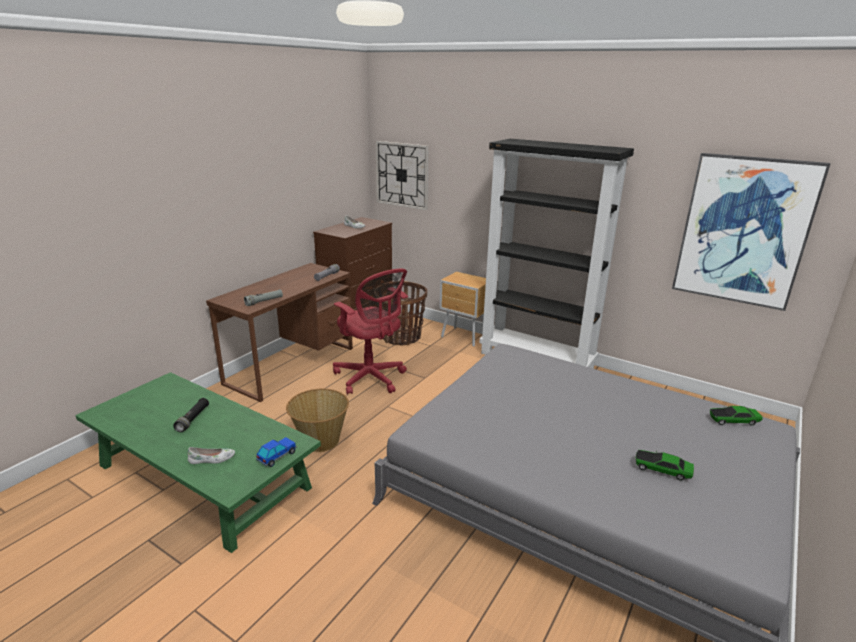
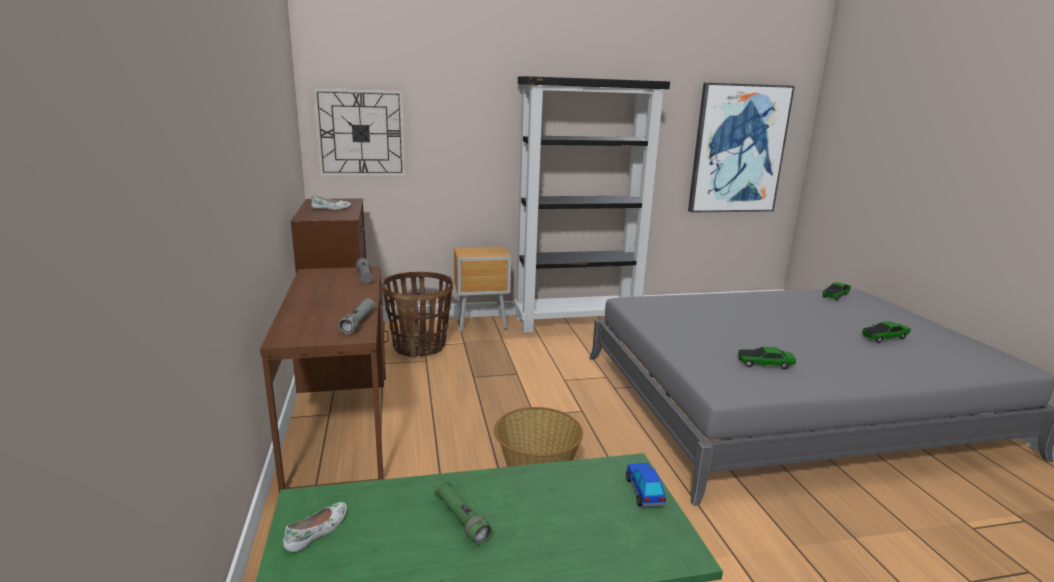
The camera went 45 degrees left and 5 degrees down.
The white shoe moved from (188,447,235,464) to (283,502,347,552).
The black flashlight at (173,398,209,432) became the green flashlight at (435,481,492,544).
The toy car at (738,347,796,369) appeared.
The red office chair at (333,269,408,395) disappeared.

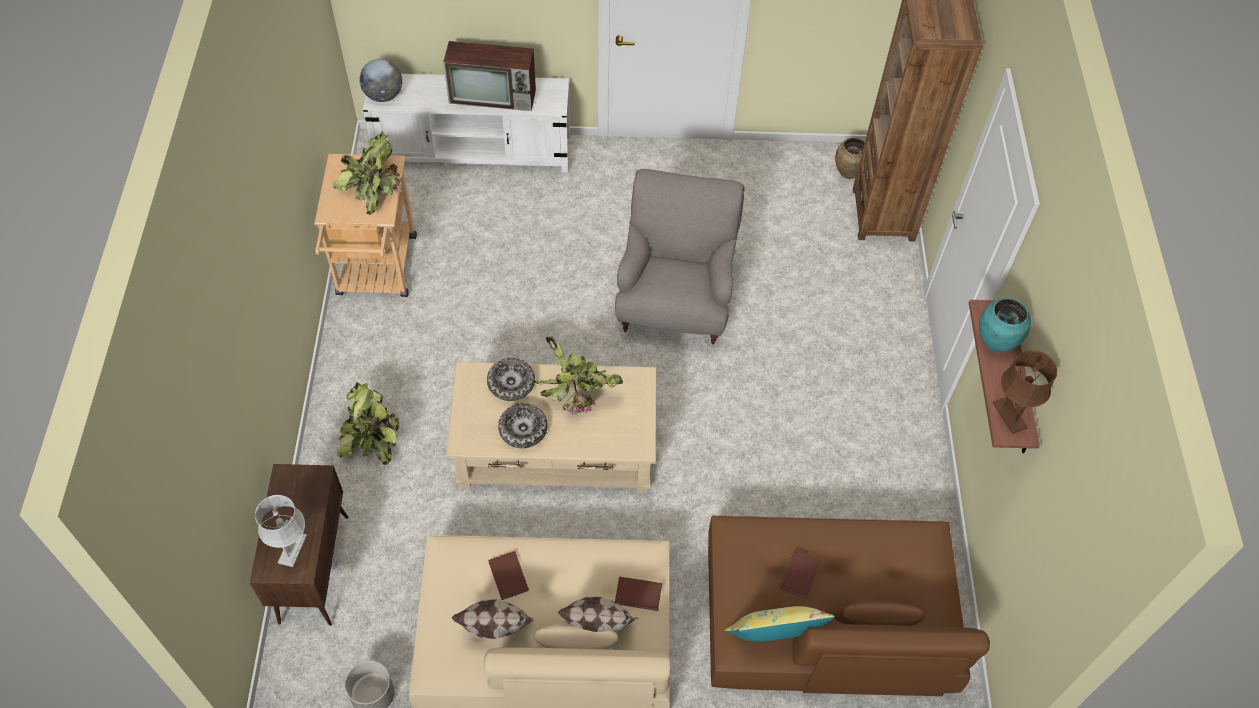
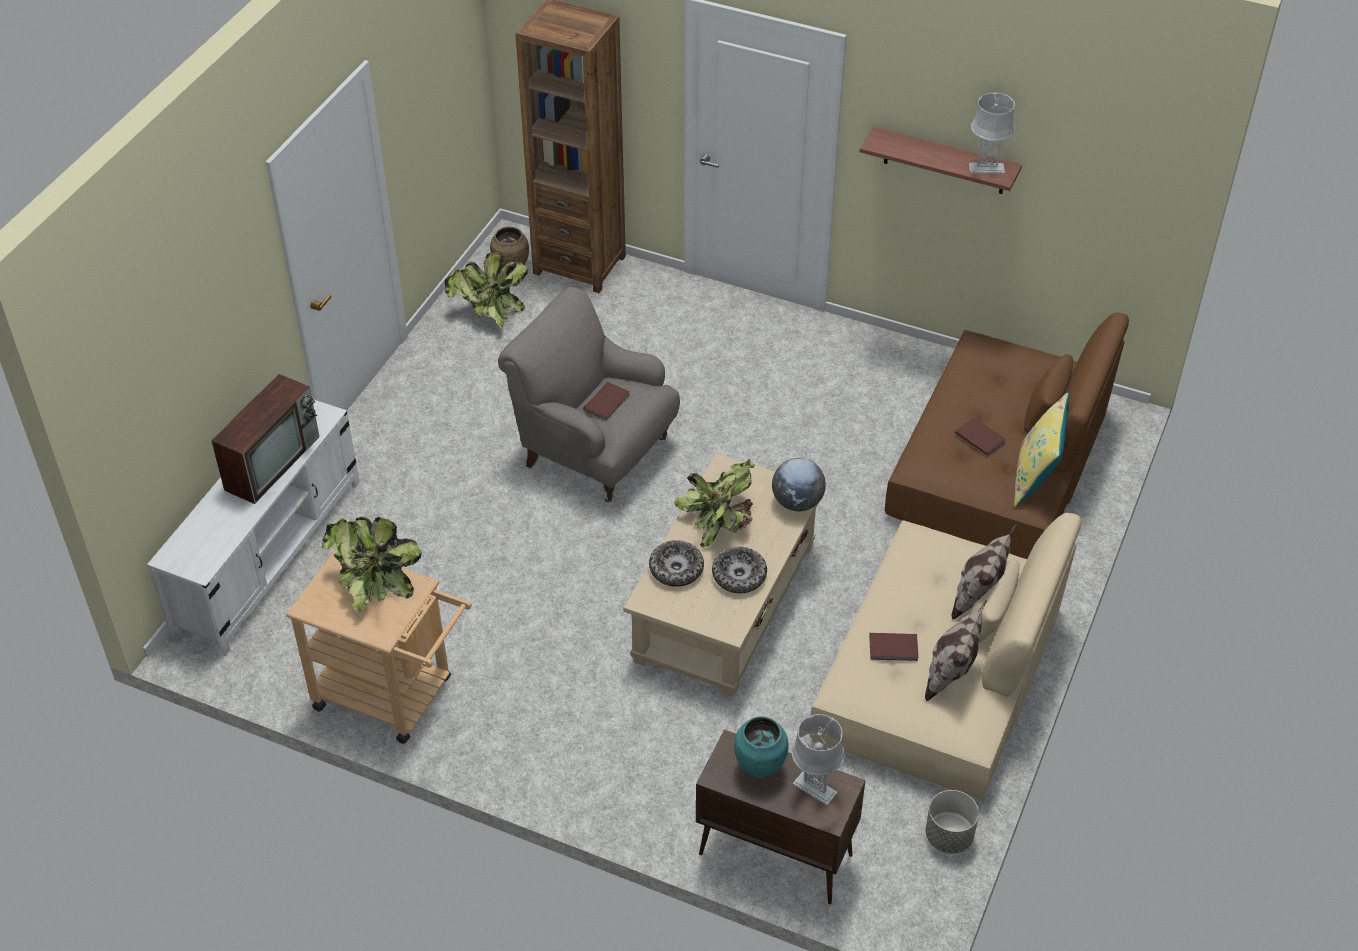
The camera went 65 degrees left and 10 degrees down.
The potted plant moved from (337,382,400,465) to (445,252,528,328).
The brown book moved from (615,576,662,611) to (583,382,630,420).
The turquoise vase moved from (979,297,1031,352) to (734,716,789,778).
The globe moved from (360,59,402,102) to (772,458,826,511).
The brown table lamp at (992,350,1057,434) became the grey table lamp at (969,93,1015,174).

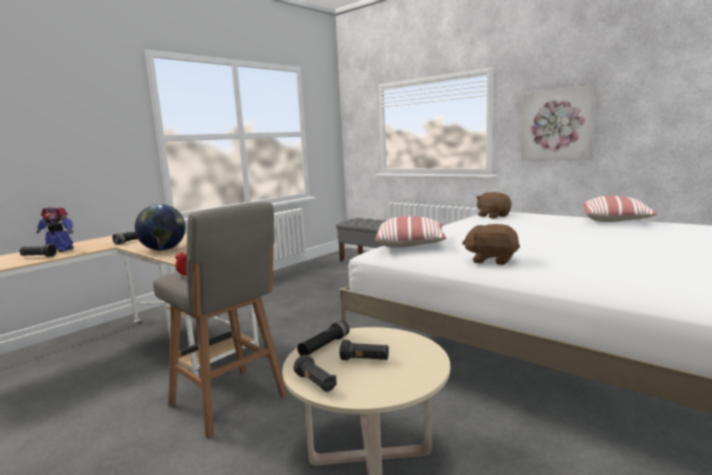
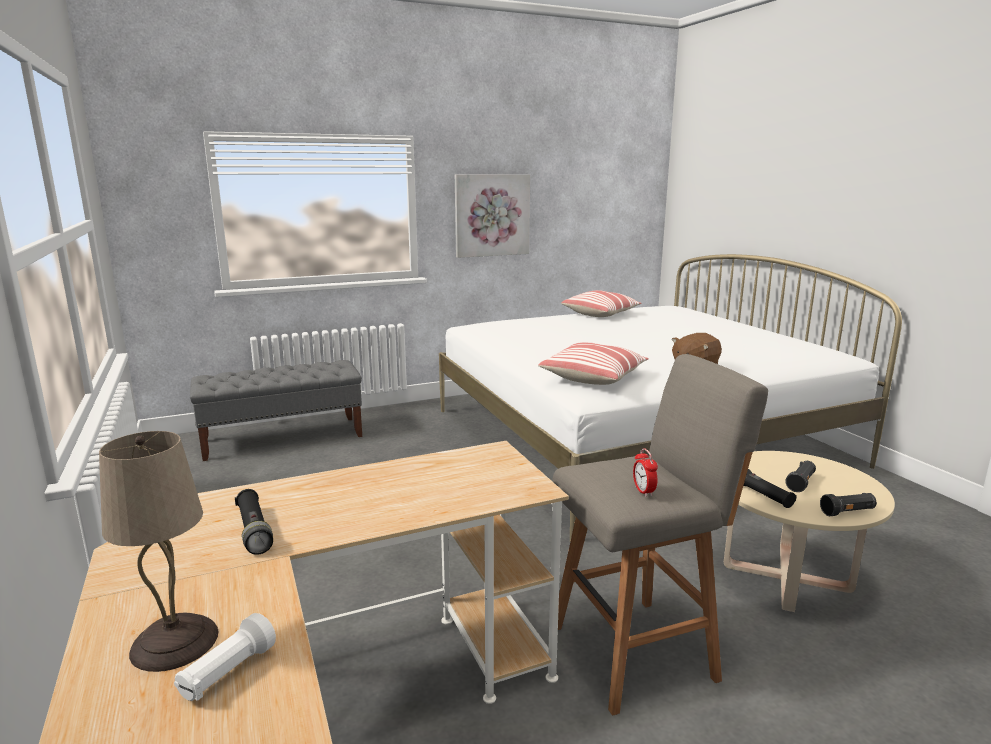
The camera went 65 degrees left and 5 degrees up.
The toy robot at (36,207,73,252) was replaced by the beige table lamp at (99,431,218,672).
The black flashlight at (19,244,57,257) became the white flashlight at (174,613,276,701).
The globe at (135,204,186,251) disappeared.
The brown plush toy at (476,192,511,218) disappeared.

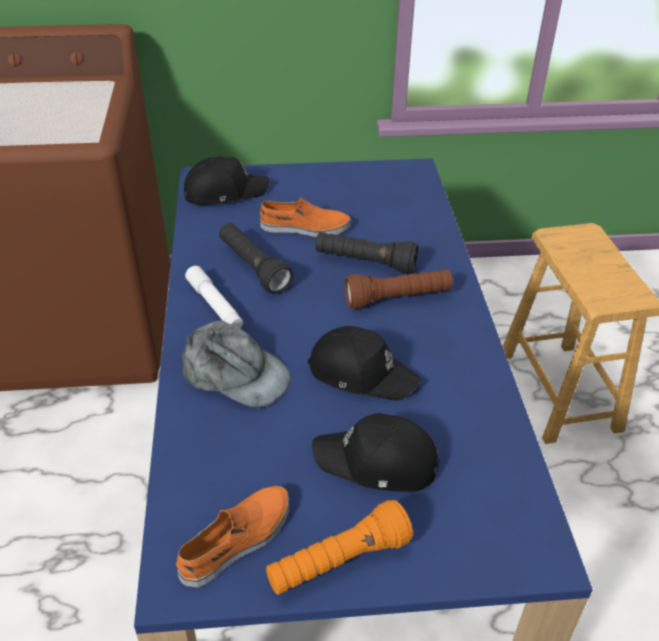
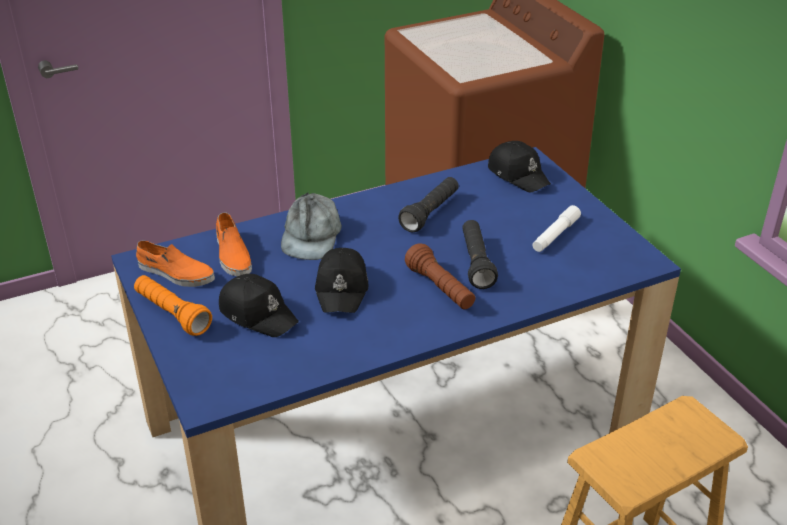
The camera went 70 degrees right and 5 degrees down.
The orange shoe moved from (260,197,351,237) to (216,212,252,276).
The black cap at (312,413,440,492) turned 135 degrees clockwise.
The white flashlight moved from (185,266,243,328) to (532,205,581,252).

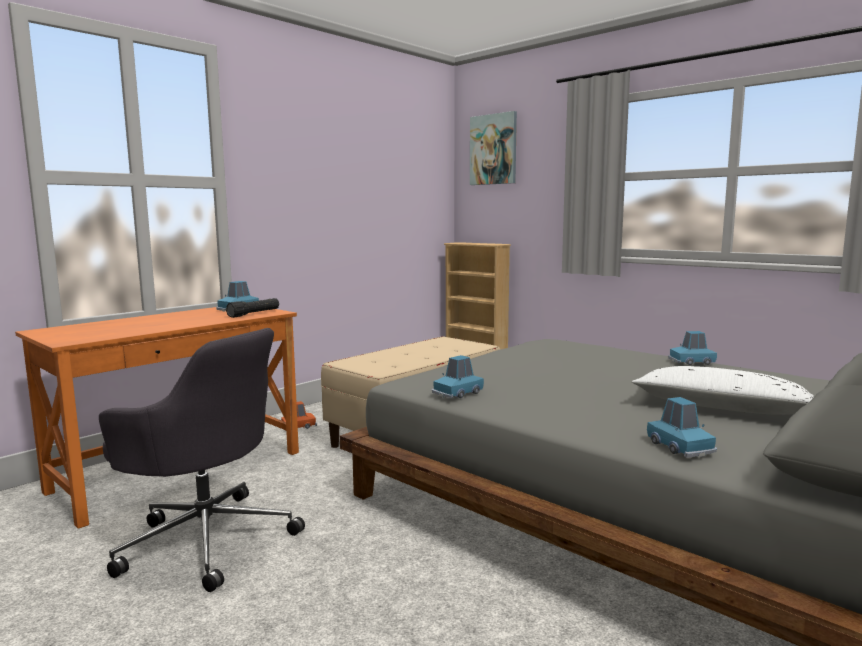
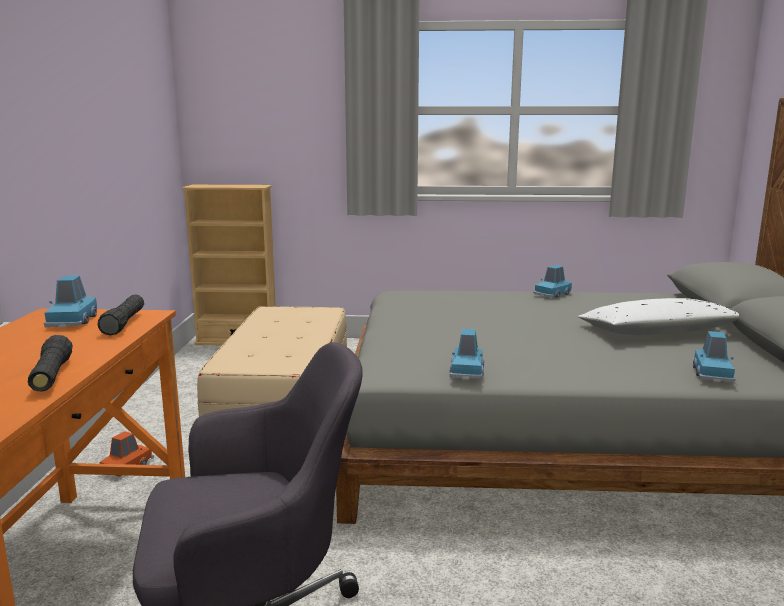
The camera went 40 degrees left and 5 degrees up.
The black flashlight at (28,335,73,391) appeared.
The blue toy car at (647,397,717,458) turned 75 degrees clockwise.
The picture at (470,111,517,185) disappeared.

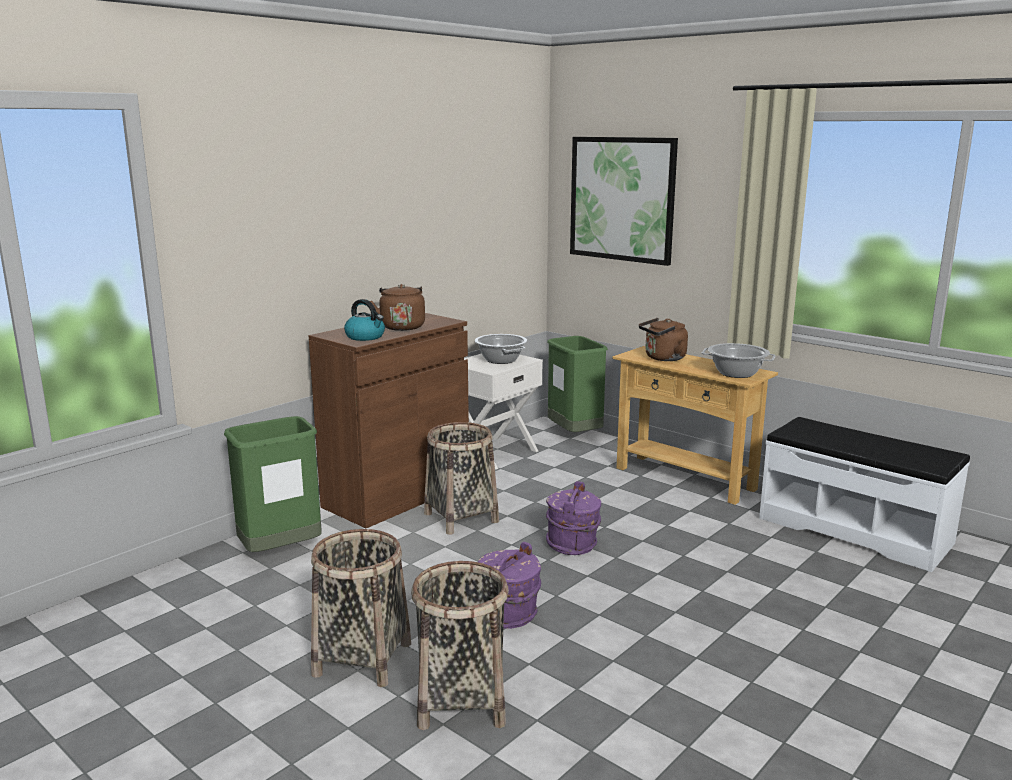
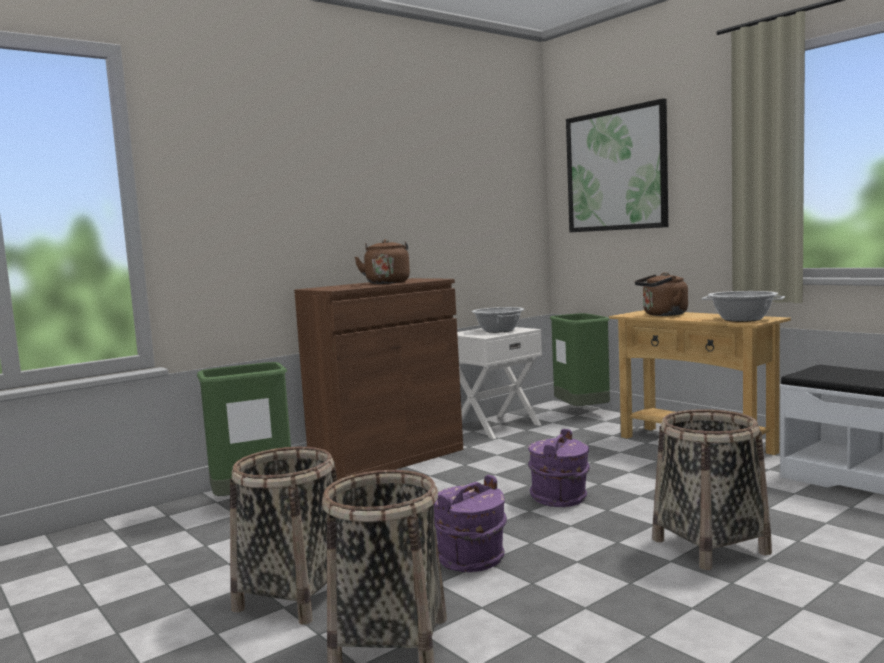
The camera went 10 degrees right and 10 degrees down.
The basket moved from (424,422,499,535) to (652,409,772,570).
The kettle at (344,299,385,341) disappeared.

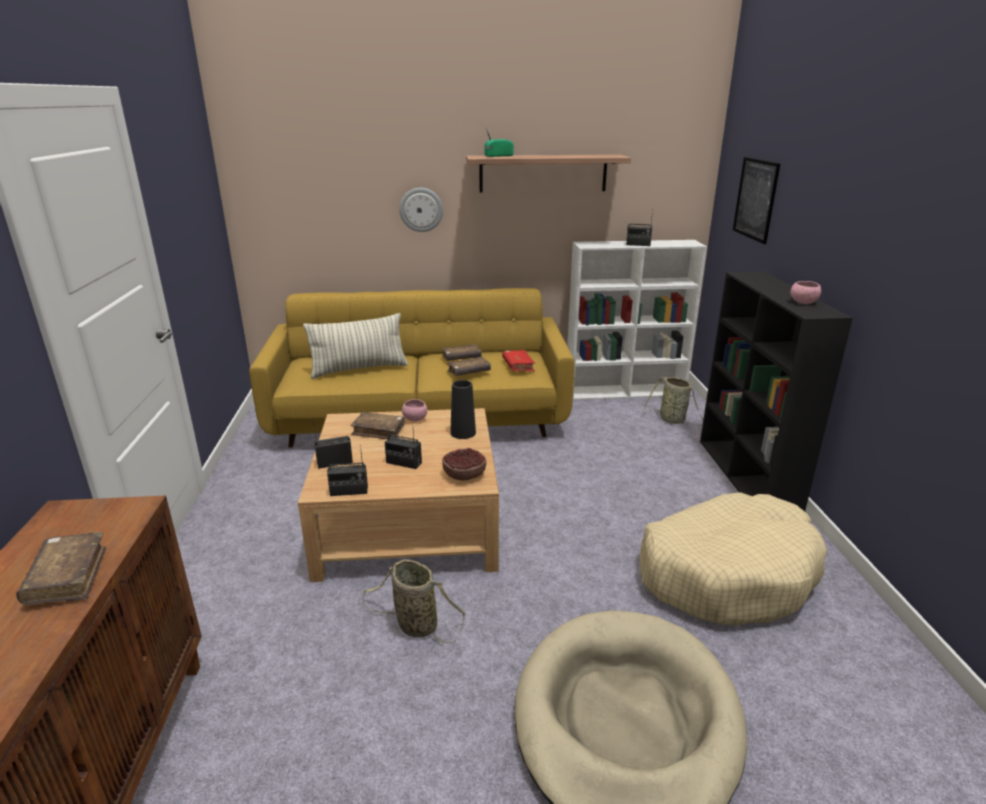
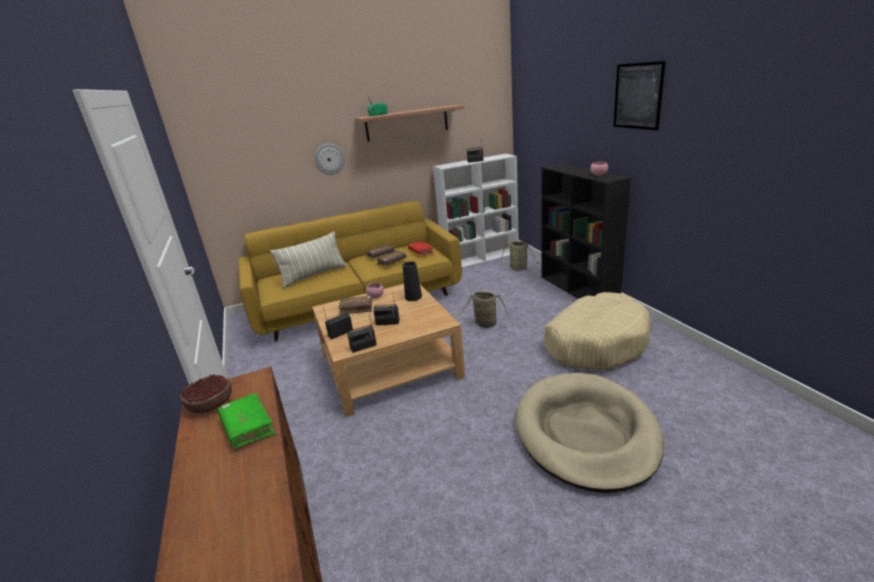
The camera went 15 degrees left and 0 degrees up.
The bowl moved from (442,448,486,481) to (180,374,232,413).
The brown book at (16,532,106,605) became the green book at (218,393,275,448).
The basket moved from (362,559,465,643) to (453,292,509,328).
The picture moved from (733,157,780,244) to (613,61,666,130).

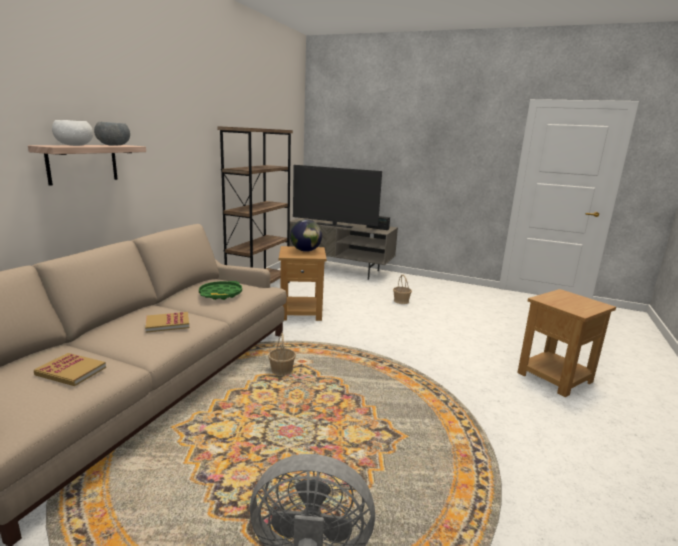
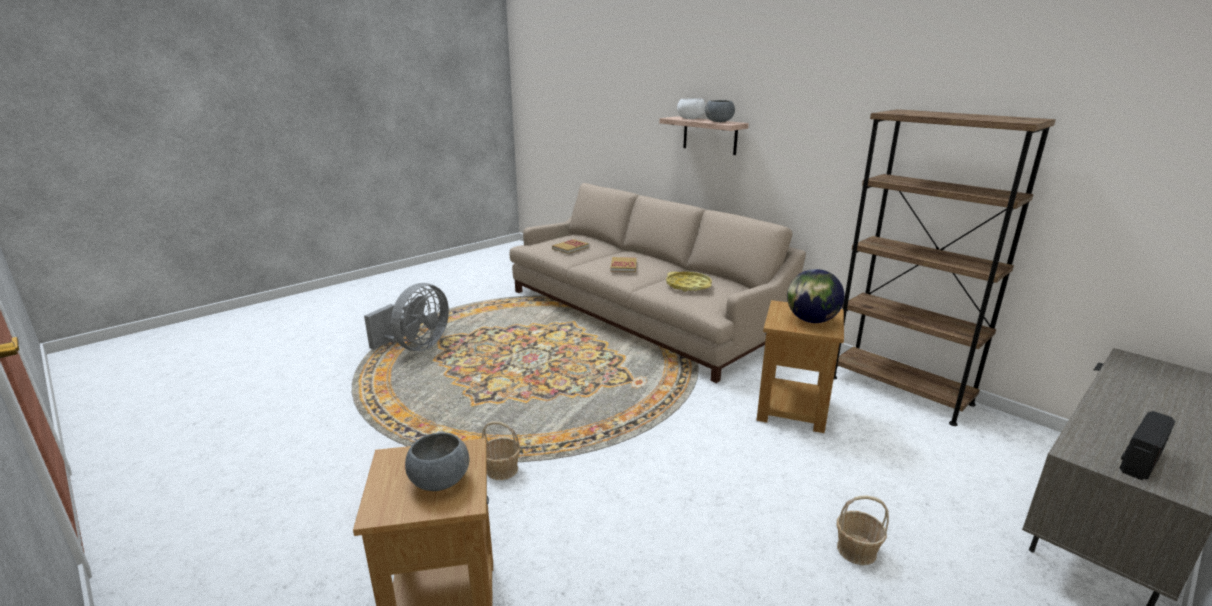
The camera went 115 degrees right and 5 degrees up.
The grey bowl at (405,432,469,491) appeared.
The basket moved from (268,333,296,375) to (482,421,521,480).
The green tray at (199,281,242,300) became the yellow tray at (666,272,712,292).
The television at (293,165,382,228) disappeared.

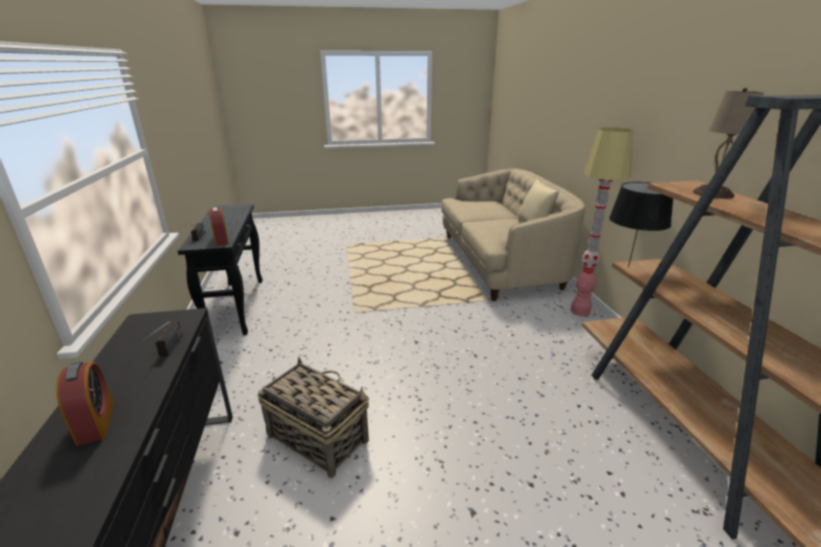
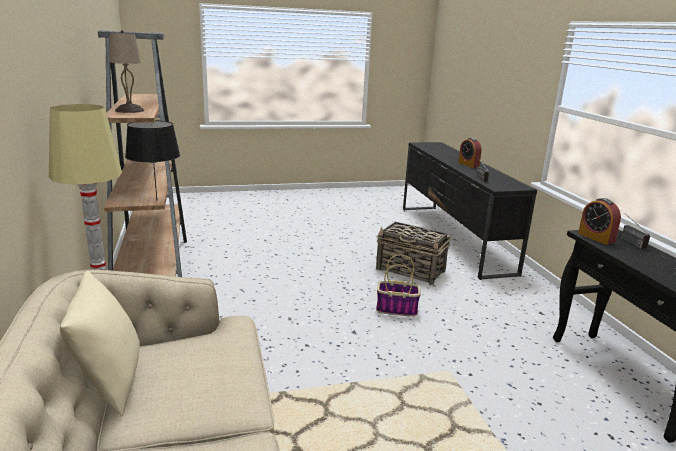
The camera went 175 degrees right and 5 degrees down.
The basket at (376,254,421,317) appeared.

